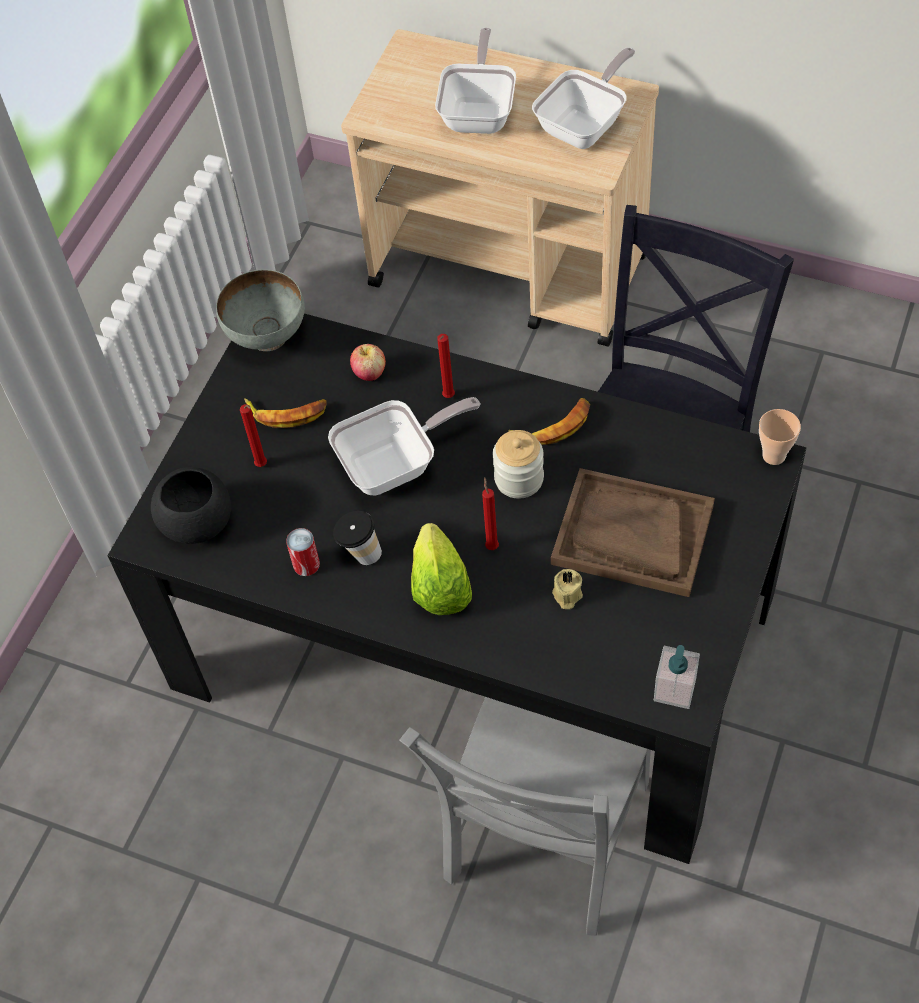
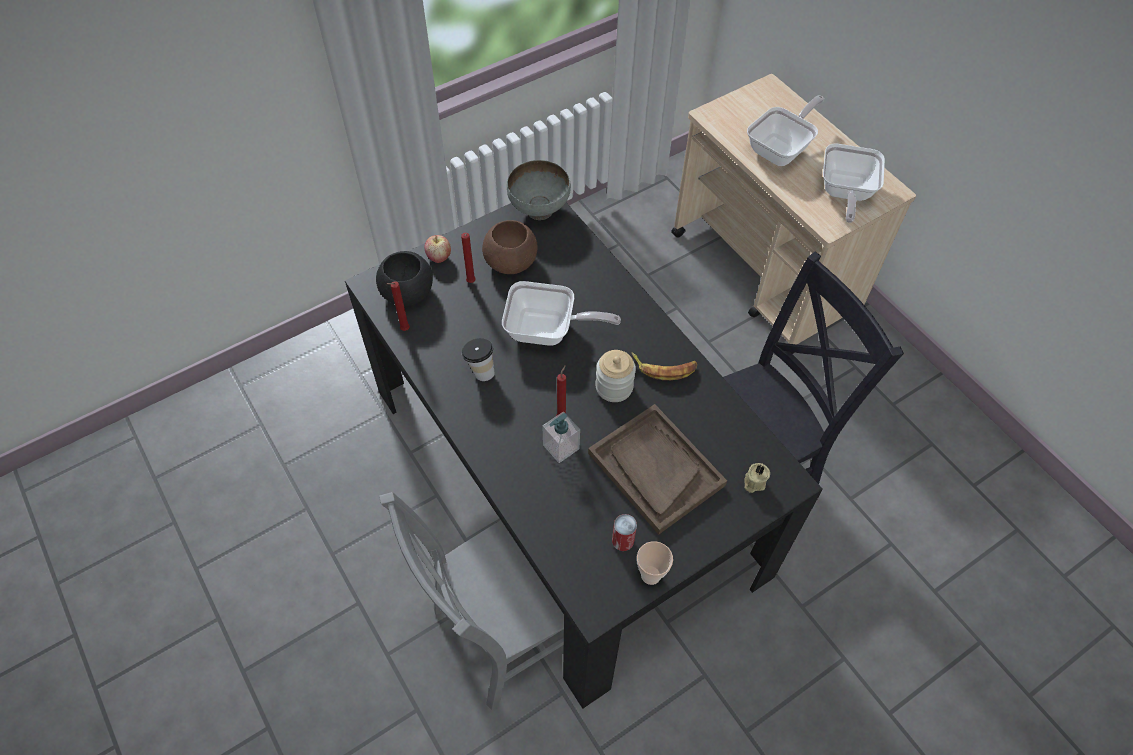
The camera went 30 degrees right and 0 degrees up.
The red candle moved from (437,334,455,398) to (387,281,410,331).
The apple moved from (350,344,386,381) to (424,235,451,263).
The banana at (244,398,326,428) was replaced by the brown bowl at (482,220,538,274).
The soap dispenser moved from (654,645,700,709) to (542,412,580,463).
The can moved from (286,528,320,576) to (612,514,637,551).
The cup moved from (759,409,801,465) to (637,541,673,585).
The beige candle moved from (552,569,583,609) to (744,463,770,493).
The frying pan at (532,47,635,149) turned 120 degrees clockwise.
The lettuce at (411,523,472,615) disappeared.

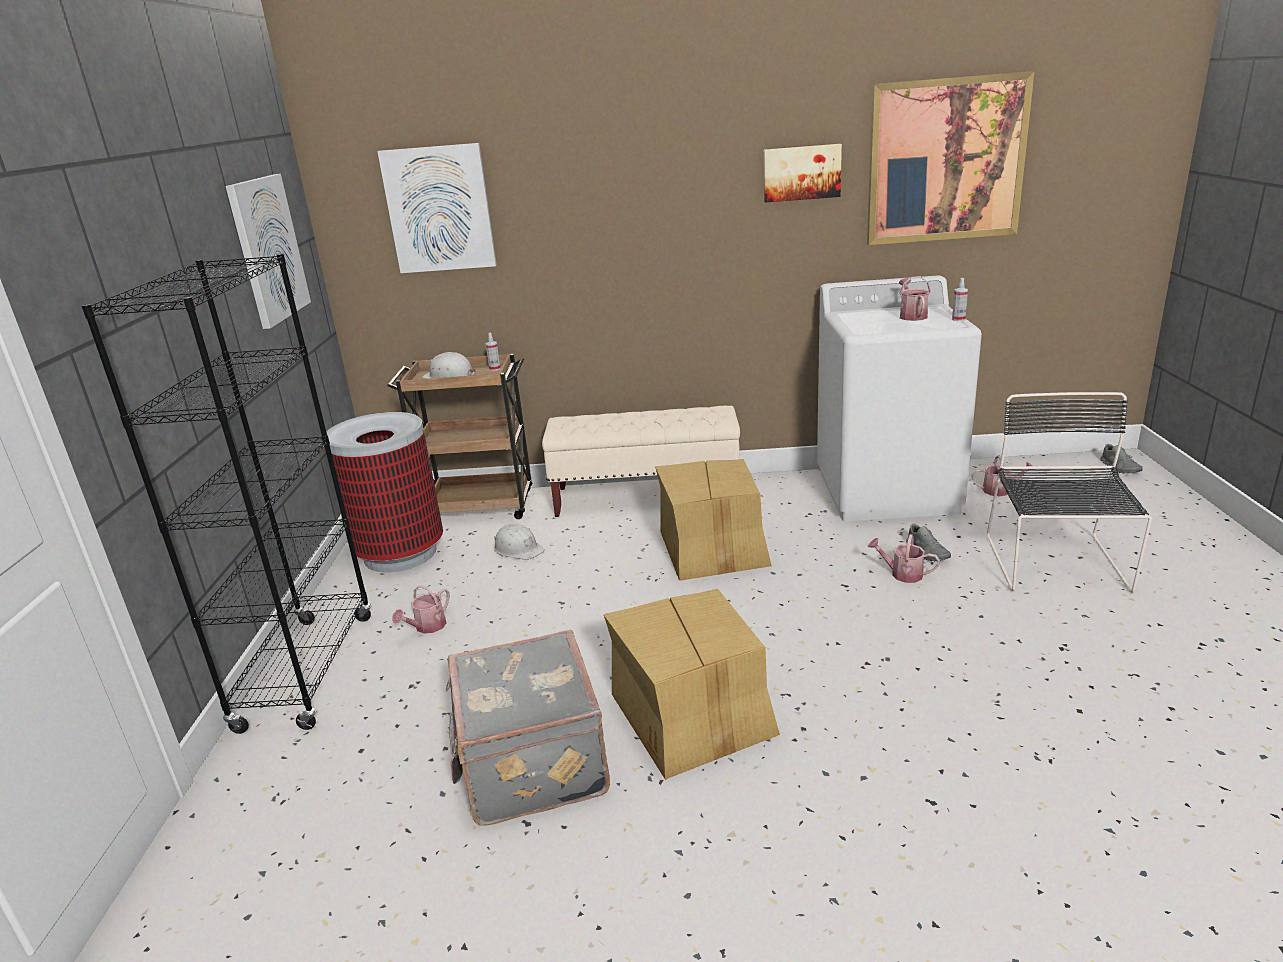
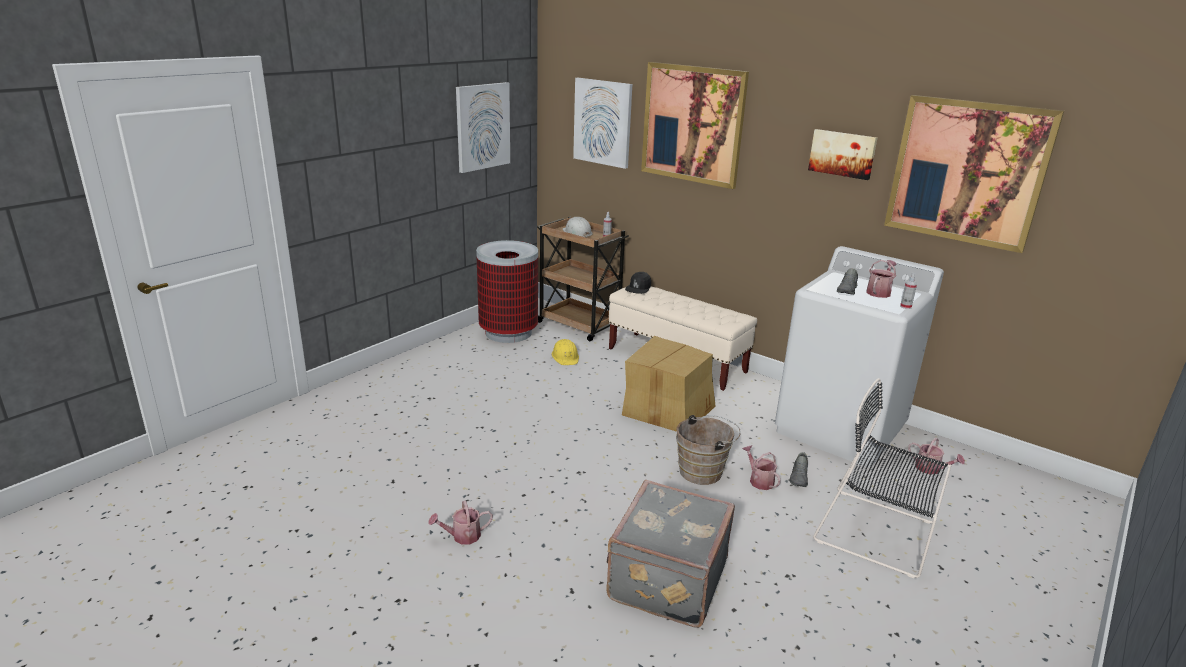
The camera went 35 degrees right and 0 degrees up.
The watering can moved from (392,585,450,634) to (428,501,493,545).
The white hard hat at (494,524,545,560) became the yellow hard hat at (552,339,579,365).
The grey suitcase moved from (446,630,610,826) to (606,480,735,628).
The black cap at (625,272,651,294) appeared.
The picture at (641,62,749,189) appeared.
The brown bucket at (676,415,741,485) appeared.
The black chair at (987,392,1152,593) turned 105 degrees counterclockwise.
The grey shoe moved from (1100,444,1143,474) to (837,269,858,295).
The black bookcase at (81,254,371,734) disappeared.
The cardboard box at (604,589,780,779) disappeared.

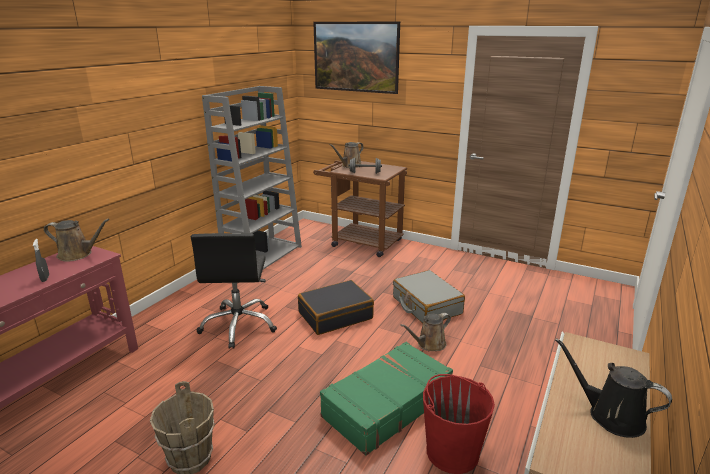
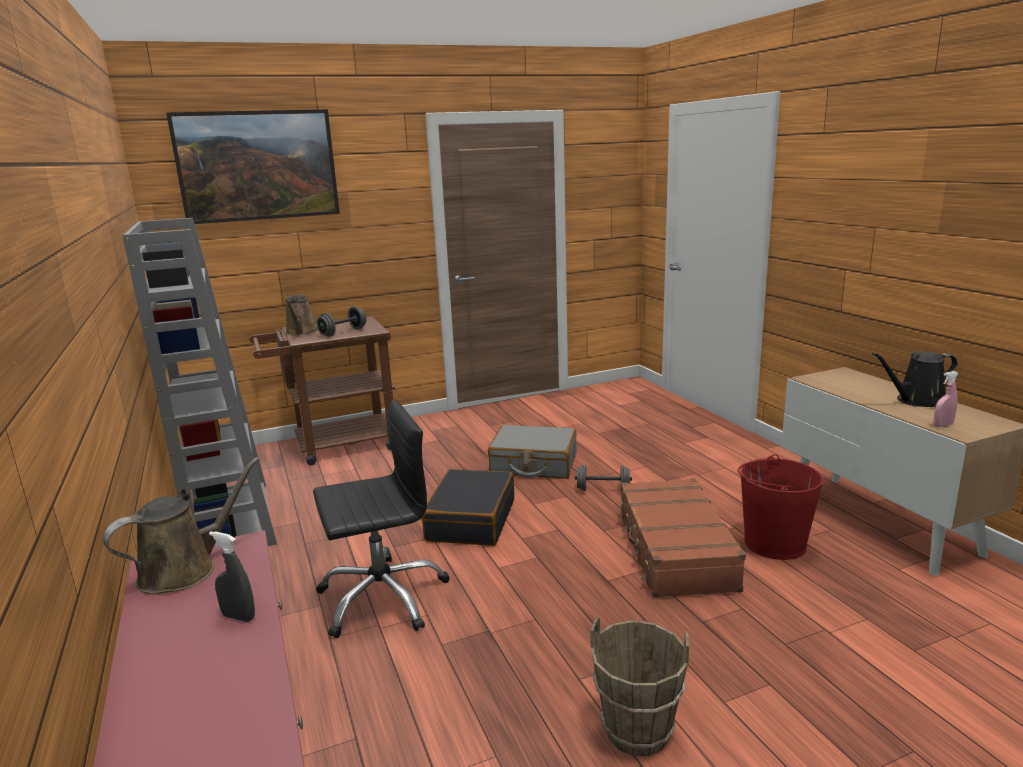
The camera went 50 degrees left and 5 degrees down.
The black office chair at (191,233,277,349) turned 60 degrees counterclockwise.
The brown watering can at (400,313,451,351) was replaced by the grey dumbbell at (575,465,632,491).
The green suitcase at (320,342,453,456) became the brown suitcase at (617,478,746,598).
The pink spray bottle at (933,371,958,427) appeared.

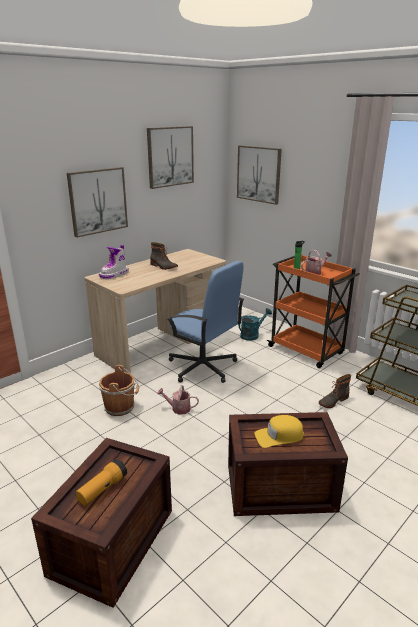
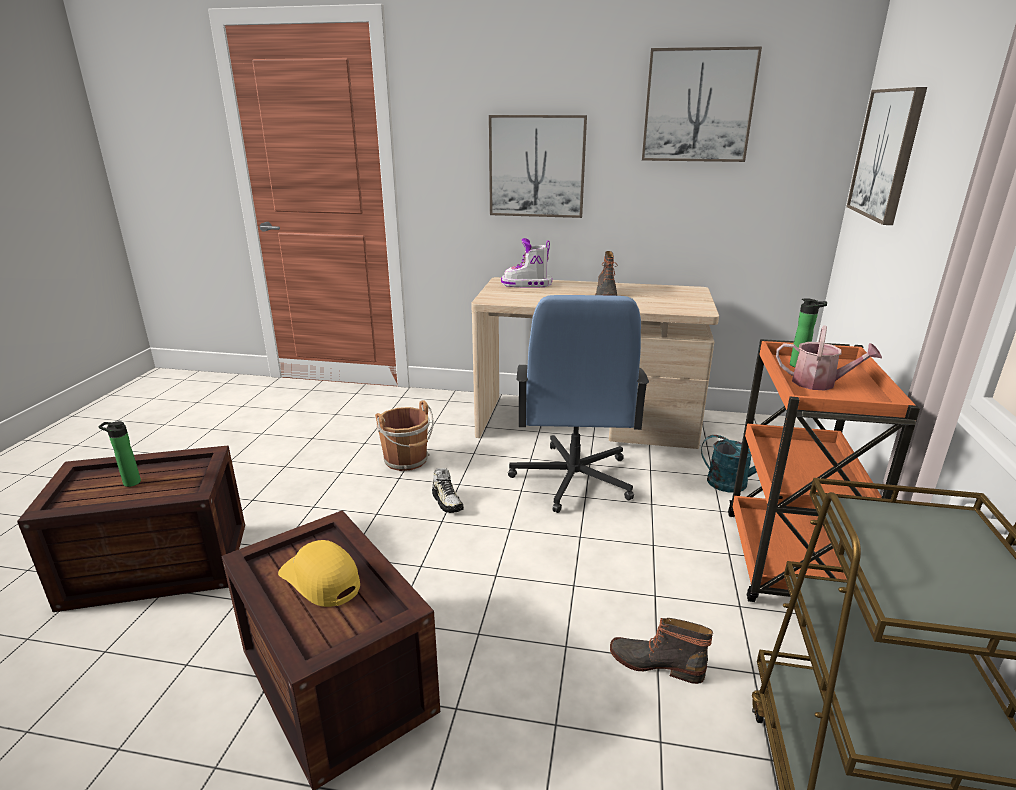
The camera went 55 degrees right and 0 degrees up.
The flashlight at (75,459,127,506) was replaced by the bottle at (99,421,141,487).
The watering can at (157,385,199,415) was replaced by the shoe at (432,468,464,513).

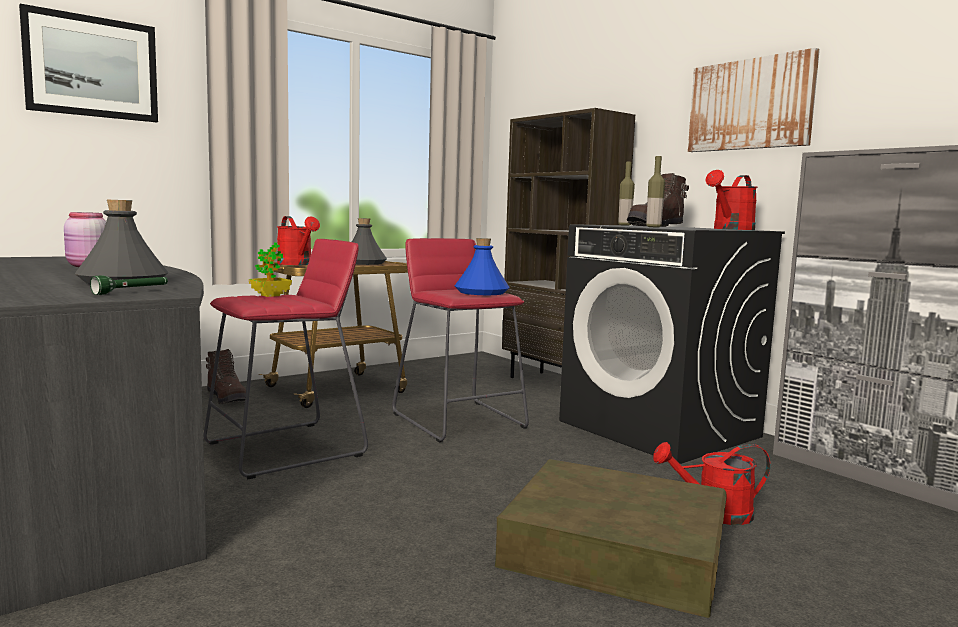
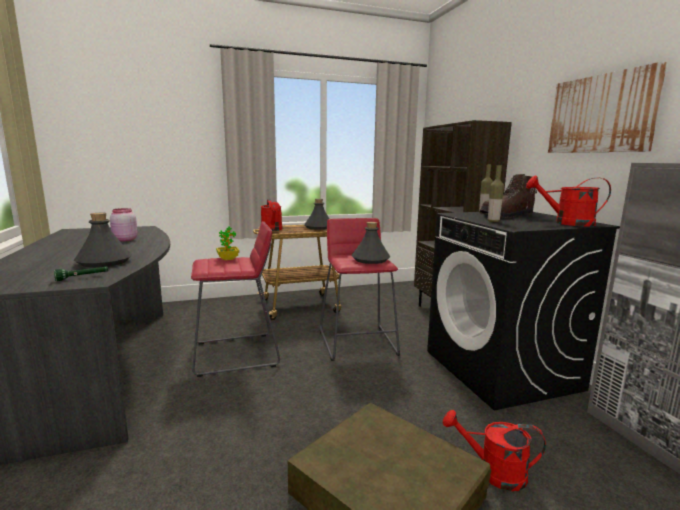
The camera went 20 degrees right and 5 degrees up.
The blue bottle at (455,238,510,295) became the grey bottle at (352,222,390,264).
The red watering can at (706,170,757,230) turned 45 degrees clockwise.
The picture at (19,4,158,122) disappeared.
The brown boot at (206,349,246,404) disappeared.

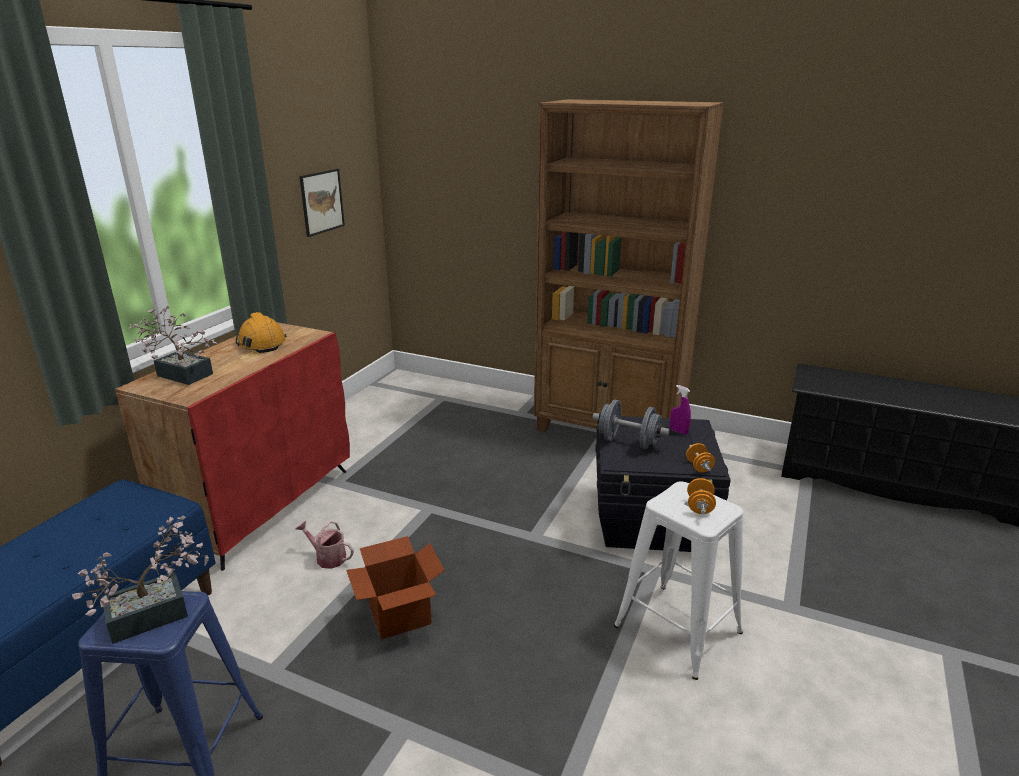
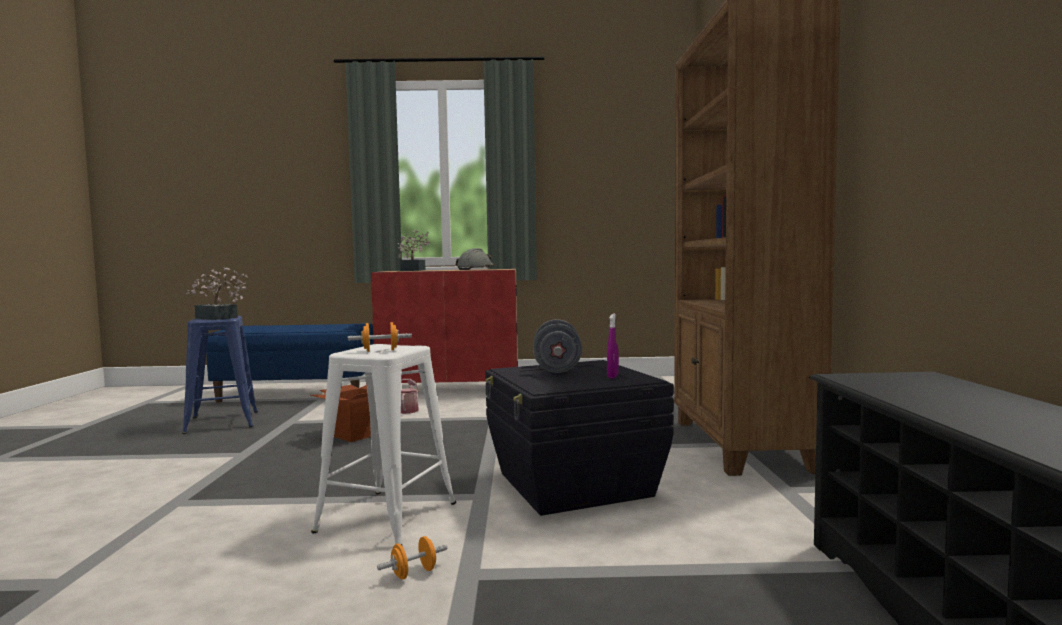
The camera went 65 degrees right and 20 degrees down.
The orange dumbbell moved from (686,443,715,472) to (377,536,447,579).
The orange hard hat at (236,312,287,353) became the grey hard hat at (455,248,495,270).
The picture at (299,169,345,237) disappeared.

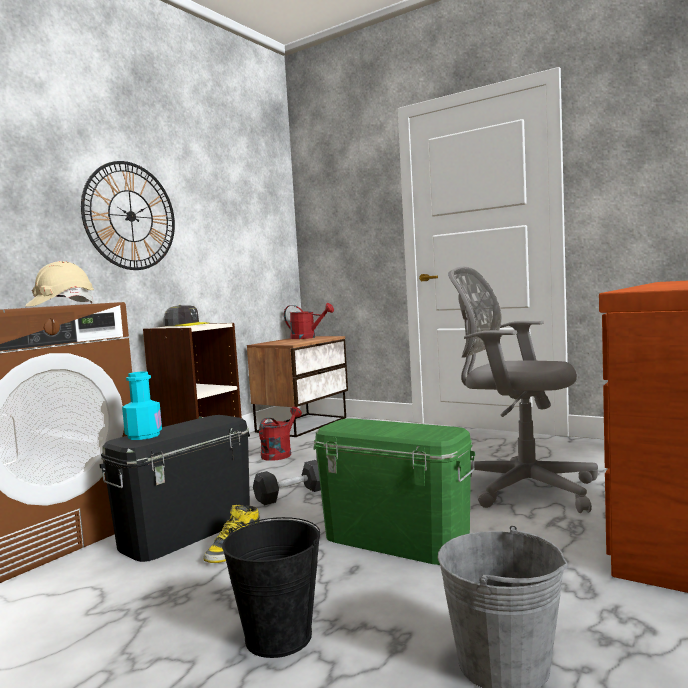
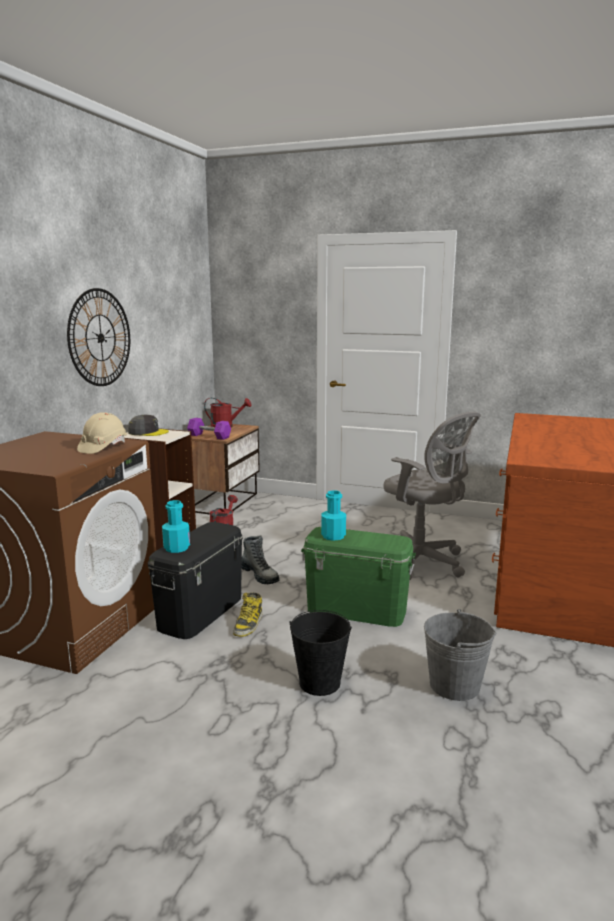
The camera went 15 degrees left and 10 degrees up.
The purple dumbbell at (187,418,231,440) appeared.
The grey dumbbell at (253,460,321,505) was replaced by the boot at (242,535,280,584).
The turquoise bottle at (321,490,346,541) appeared.
The grey office chair at (448,267,598,513) turned 150 degrees counterclockwise.

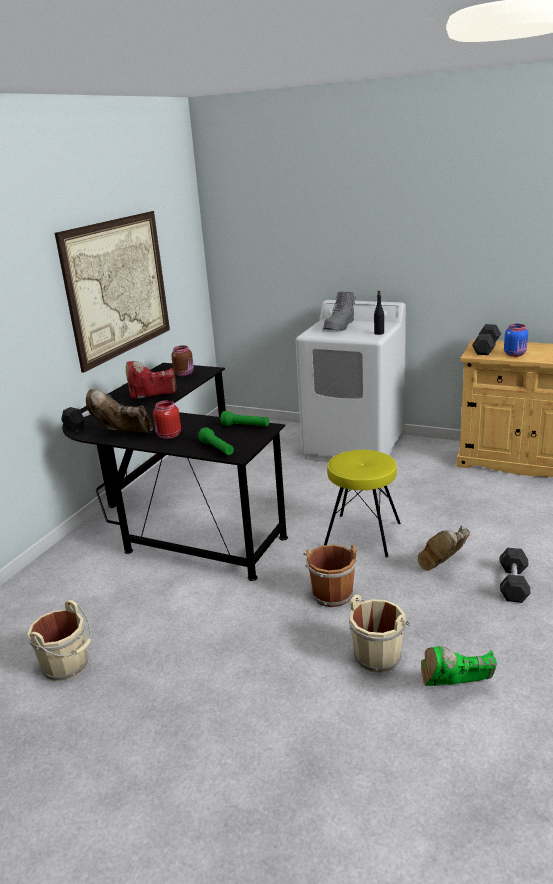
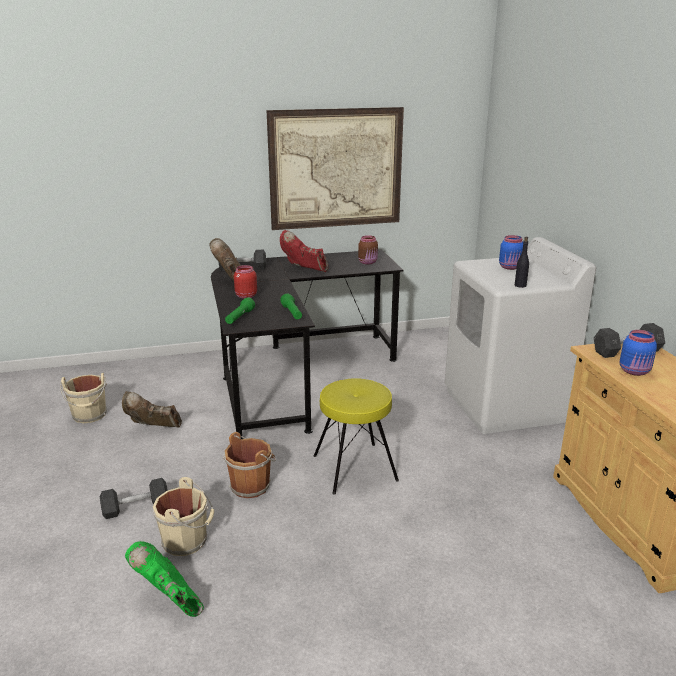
The camera went 50 degrees right and 0 degrees up.
The grey dumbbell moved from (500,548,531,603) to (100,478,168,519).
The brown boot moved from (418,526,470,571) to (122,391,182,428).
The grey boot at (323,292,356,331) was replaced by the blue jar at (499,235,523,270).

